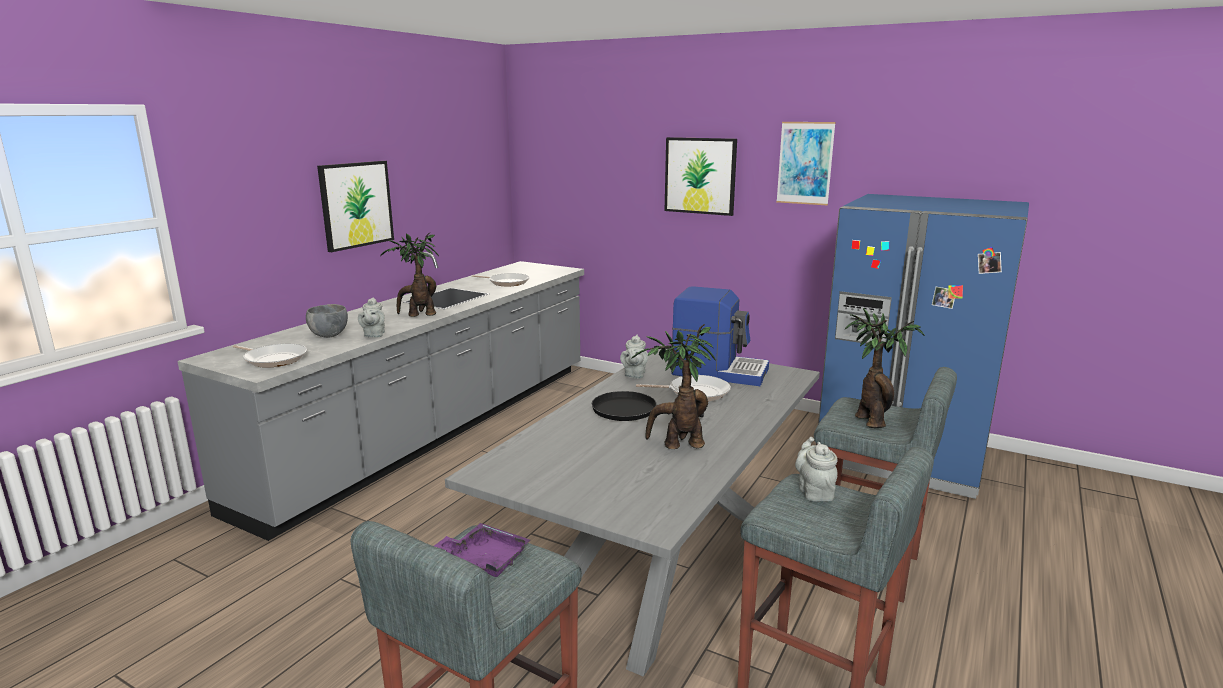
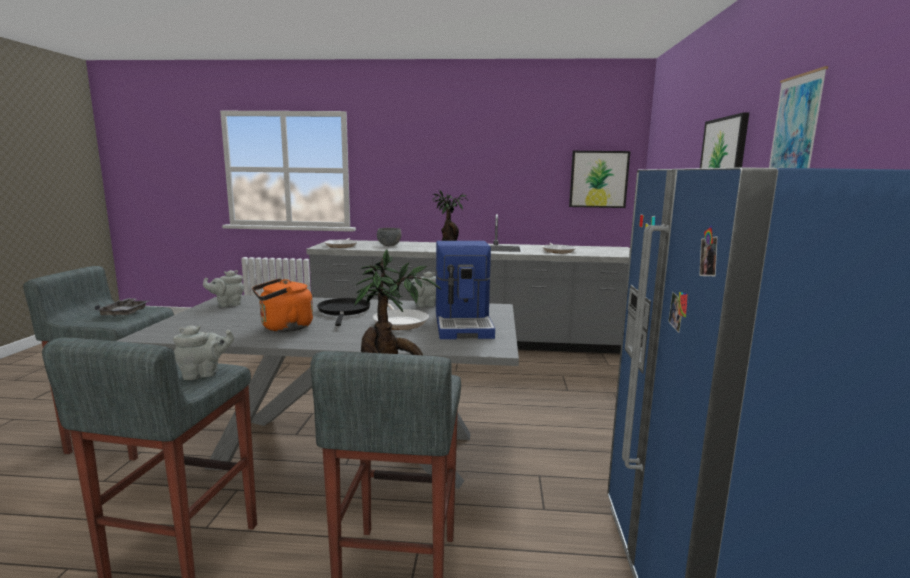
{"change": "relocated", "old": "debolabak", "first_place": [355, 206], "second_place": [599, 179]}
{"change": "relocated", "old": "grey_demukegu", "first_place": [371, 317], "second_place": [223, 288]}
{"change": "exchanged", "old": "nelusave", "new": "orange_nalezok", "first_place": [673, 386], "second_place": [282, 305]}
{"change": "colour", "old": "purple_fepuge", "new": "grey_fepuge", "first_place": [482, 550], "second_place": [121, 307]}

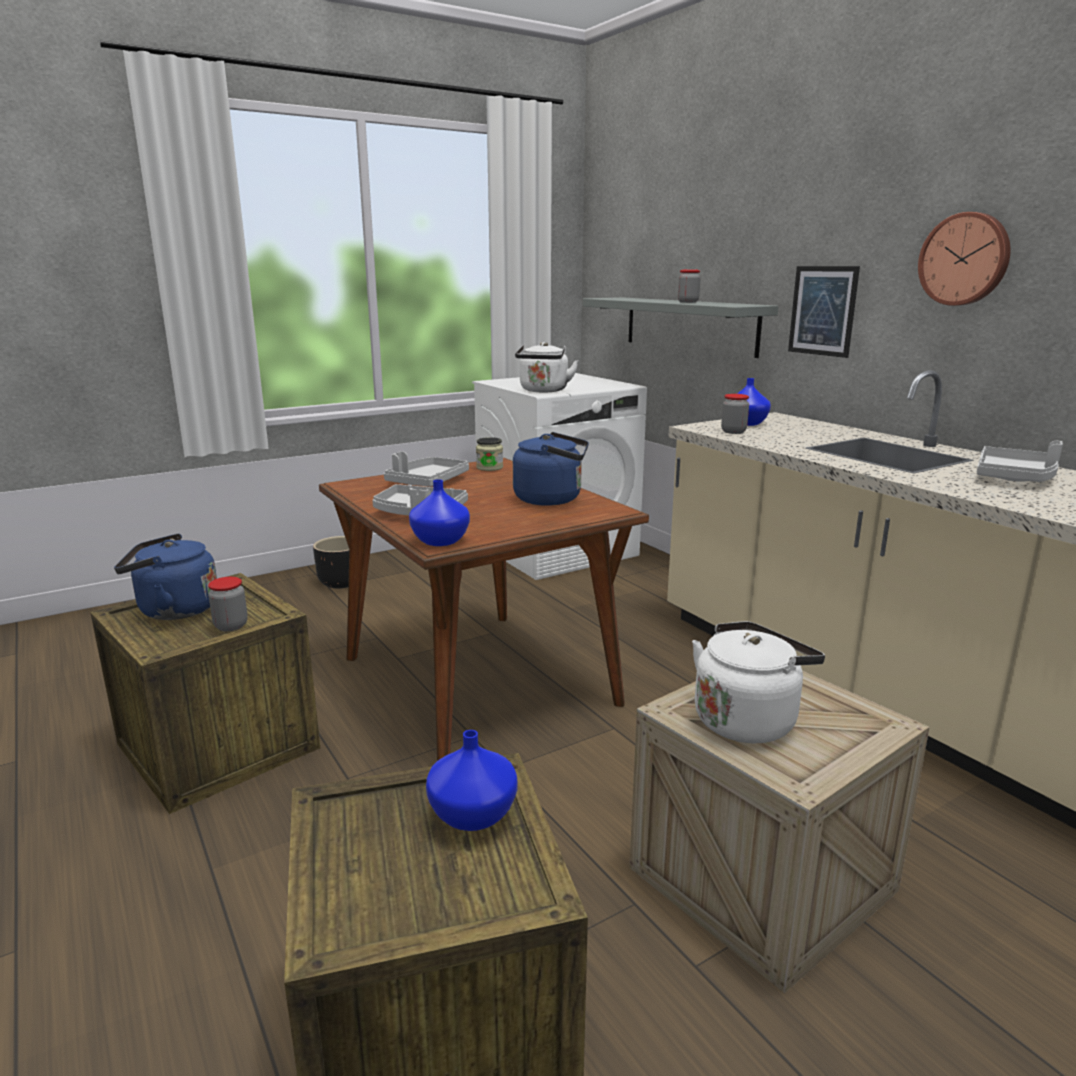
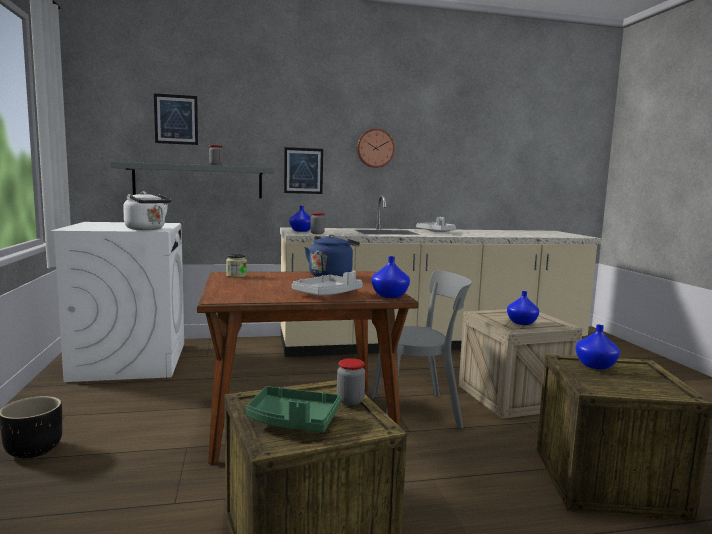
{"change": "missing", "old": "grey_fepuge", "first_place": [426, 469]}
{"change": "exchanged", "old": "blue_nalezok", "new": "green_fepuge", "first_place": [165, 577], "second_place": [293, 409]}
{"change": "exchanged", "old": "white_nalezok", "new": "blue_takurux", "first_place": [758, 682], "second_place": [523, 308]}
{"change": "appeared", "new": "debolabak", "second_place": [176, 119]}
{"change": "appeared", "new": "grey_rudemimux", "second_place": [421, 349]}

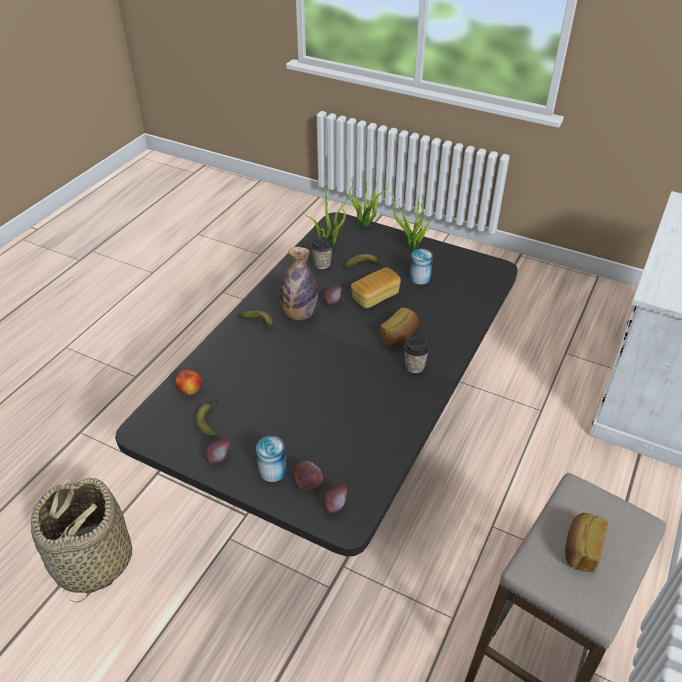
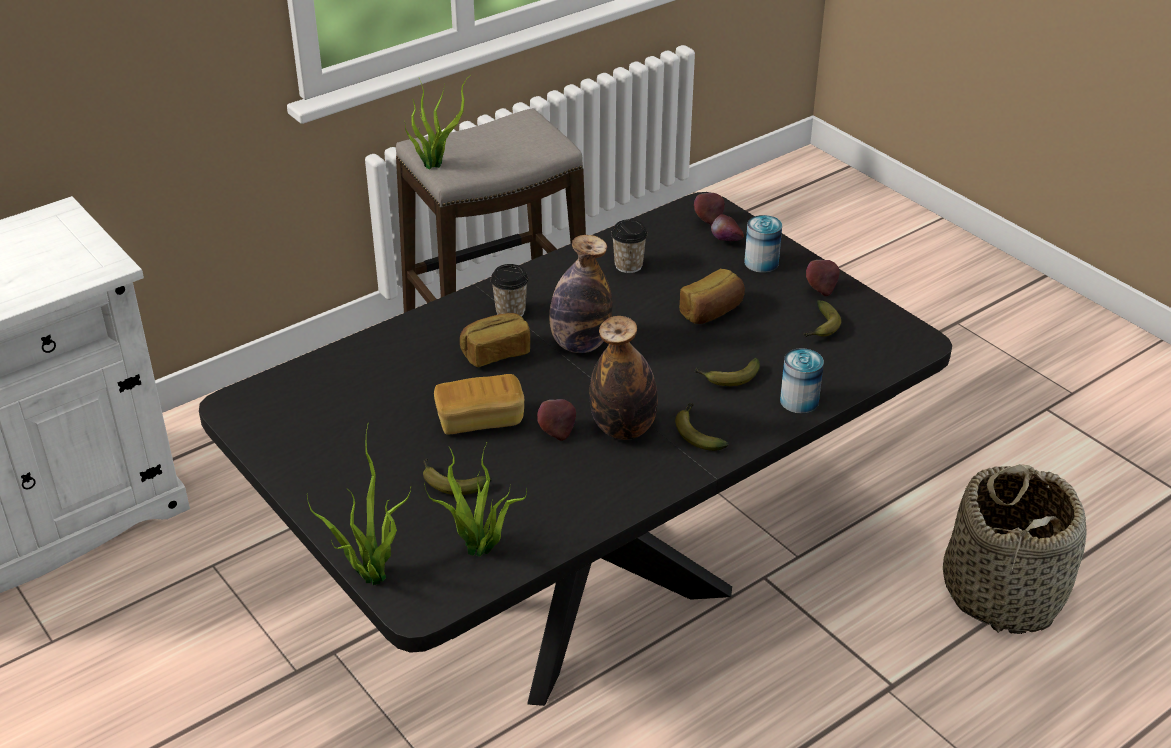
{"change": "relocated", "old": "nelusave", "first_place": [411, 221], "second_place": [435, 123]}
{"change": "relocated", "old": "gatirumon", "first_place": [322, 252], "second_place": [629, 246]}
{"change": "relocated", "old": "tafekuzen", "first_place": [421, 267], "second_place": [802, 381]}
{"change": "missing", "old": "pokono", "first_place": [188, 382]}
{"change": "relocated", "old": "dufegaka", "first_place": [586, 542], "second_place": [712, 296]}
{"change": "appeared", "new": "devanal", "second_place": [580, 294]}
{"change": "appeared", "new": "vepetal", "second_place": [727, 372]}

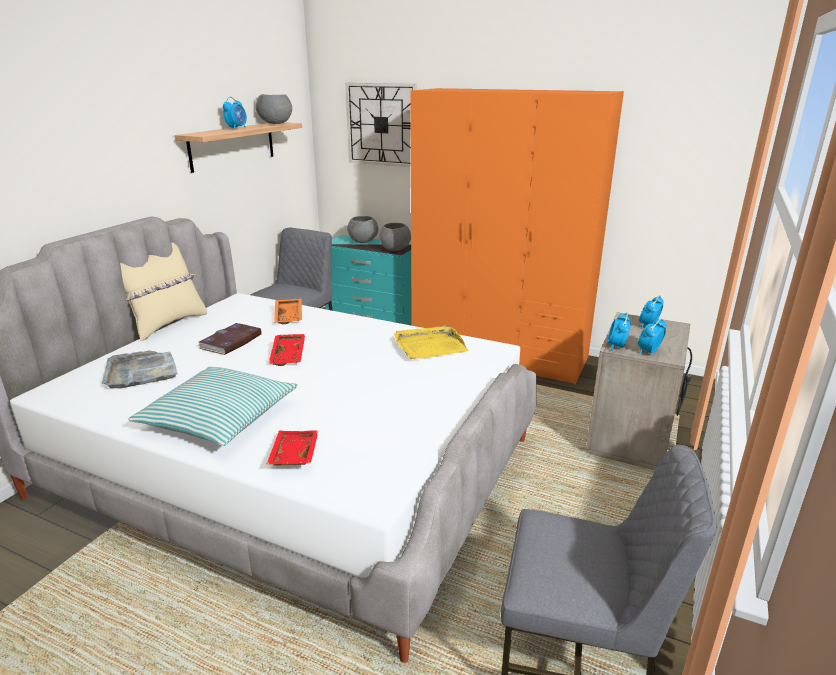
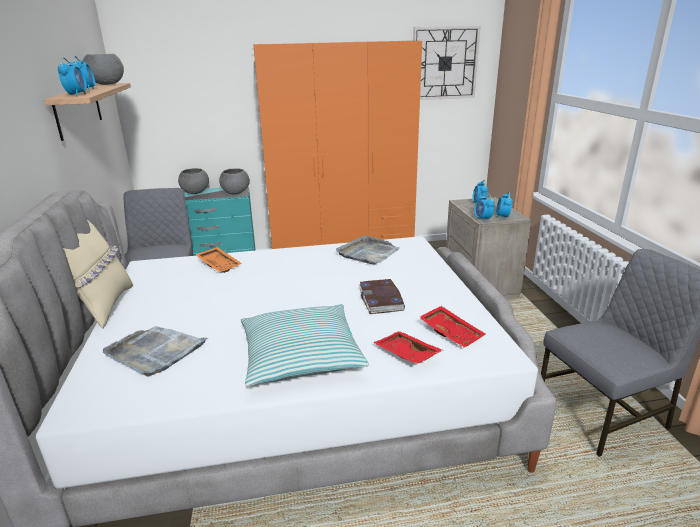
{"change": "relocated", "old": "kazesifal", "first_place": [381, 125], "second_place": [447, 63]}
{"change": "relocated", "old": "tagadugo", "first_place": [230, 339], "second_place": [382, 296]}
{"change": "colour", "old": "yellow_fepuge", "new": "grey_fepuge", "first_place": [431, 342], "second_place": [368, 250]}
{"change": "relocated", "old": "red_fepuge", "first_place": [286, 350], "second_place": [452, 327]}
{"change": "appeared", "new": "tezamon", "second_place": [72, 76]}

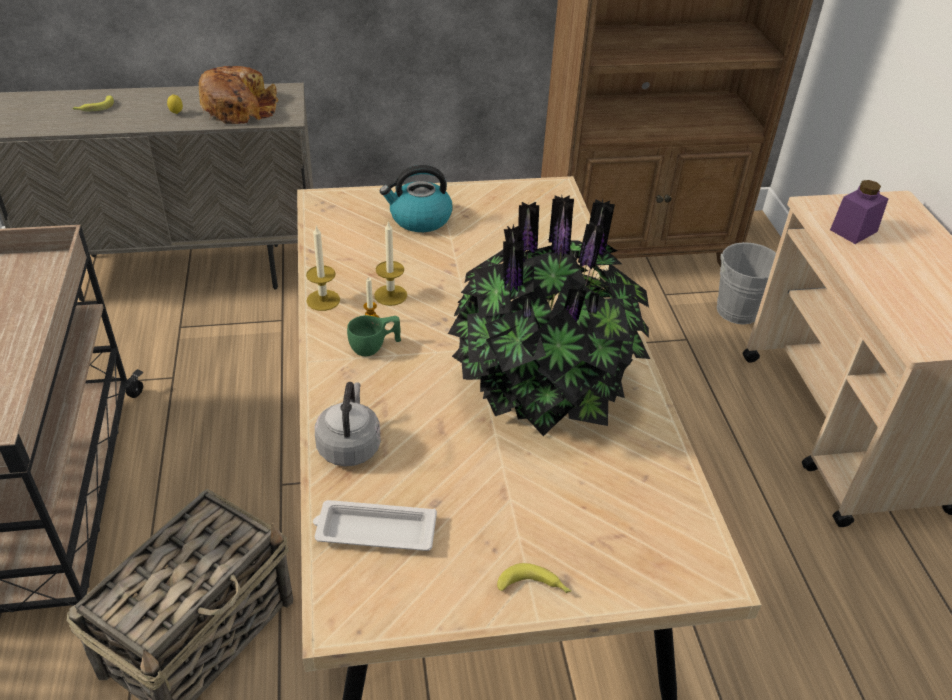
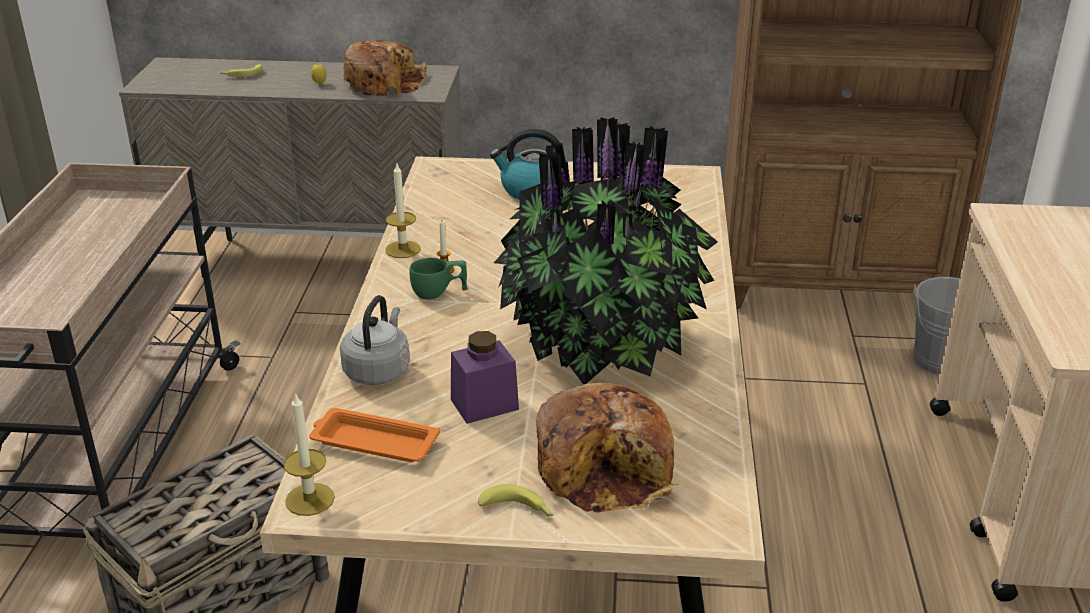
{"change": "relocated", "old": "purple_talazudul", "first_place": [859, 212], "second_place": [485, 377]}
{"change": "relocated", "old": "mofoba", "first_place": [390, 263], "second_place": [309, 454]}
{"change": "colour", "old": "white_fepuge", "new": "orange_fepuge", "first_place": [375, 525], "second_place": [374, 435]}
{"change": "appeared", "new": "dufegaka", "second_place": [607, 448]}

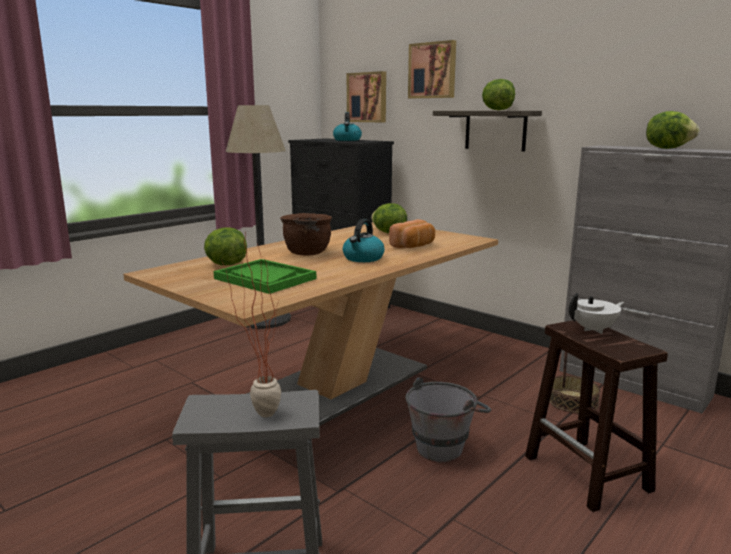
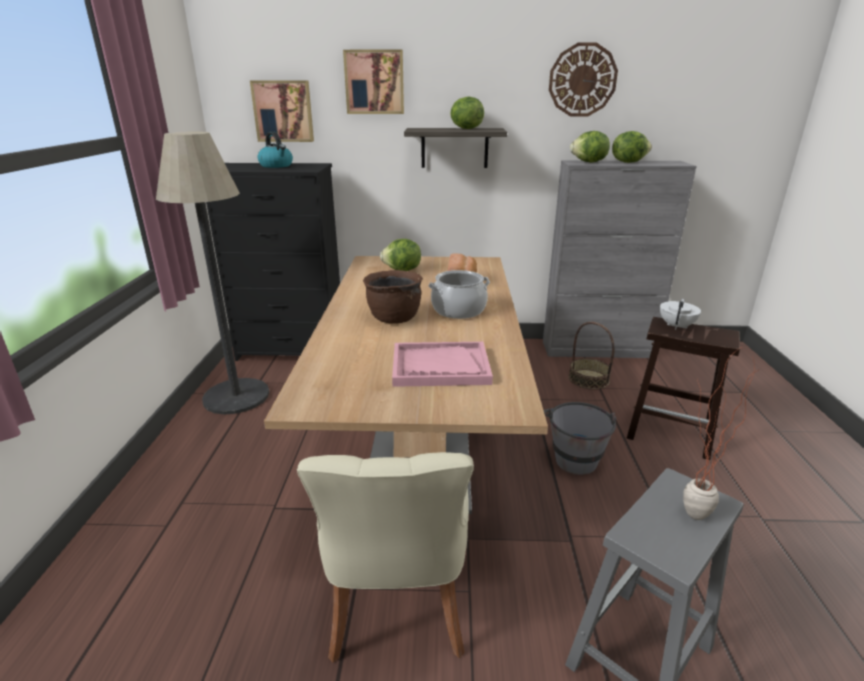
{"change": "exchanged", "old": "nalezok", "new": "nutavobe", "first_place": [363, 240], "second_place": [459, 294]}
{"change": "relocated", "old": "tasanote", "first_place": [225, 246], "second_place": [590, 146]}
{"change": "colour", "old": "green_fepuge", "new": "pink_fepuge", "first_place": [264, 276], "second_place": [442, 364]}
{"change": "appeared", "new": "kazesifal", "second_place": [583, 79]}
{"change": "appeared", "new": "beige_rudemimux", "second_place": [385, 557]}

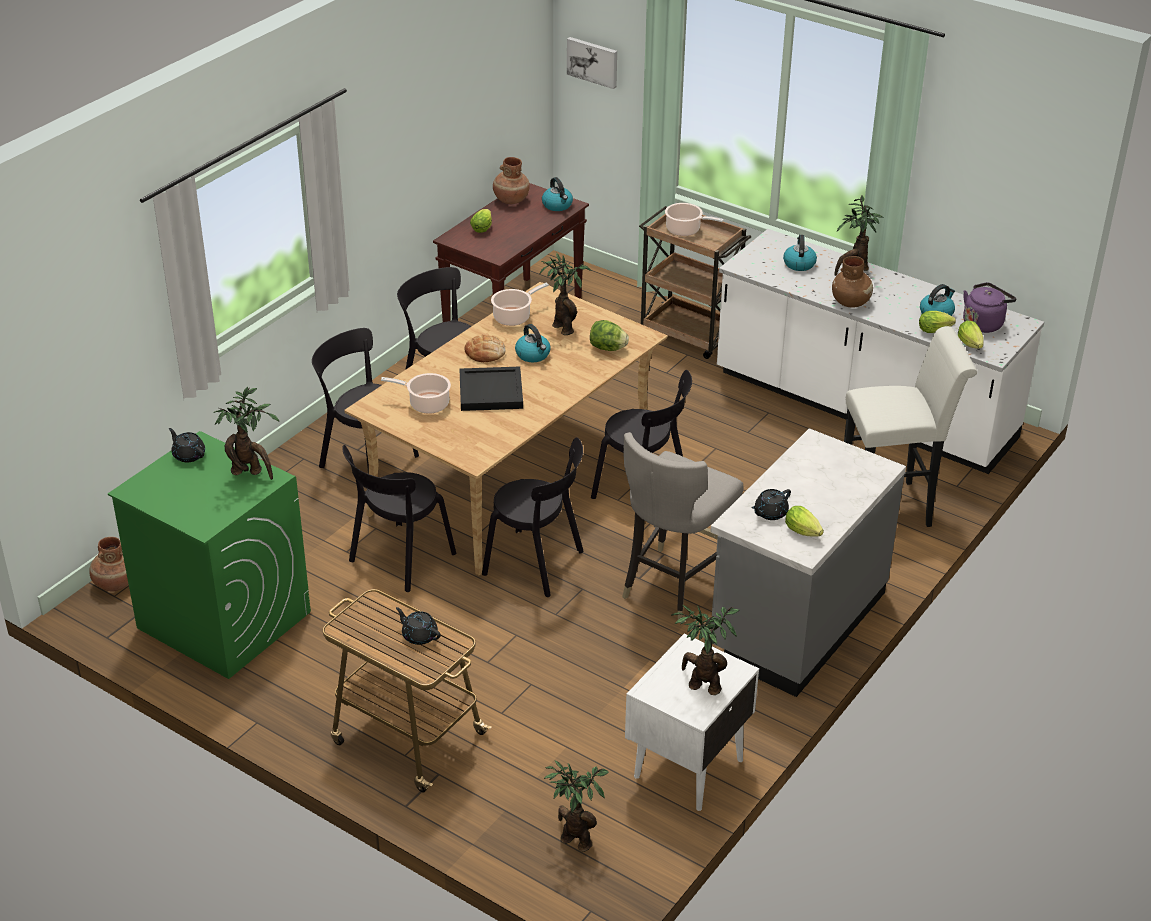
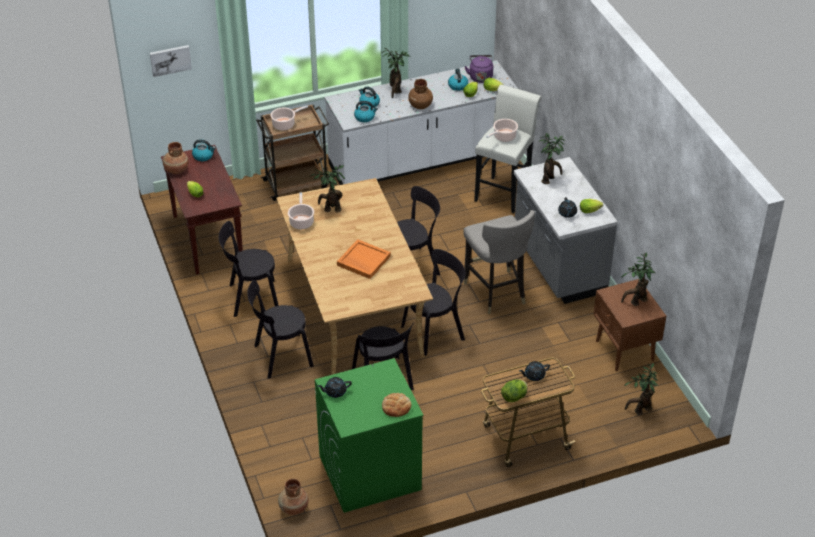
{"change": "relocated", "old": "tasanote", "first_place": [609, 335], "second_place": [514, 391]}
{"change": "relocated", "old": "nalezok", "first_place": [533, 343], "second_place": [366, 111]}
{"change": "relocated", "old": "dufegaka", "first_place": [485, 348], "second_place": [397, 405]}
{"change": "colour", "old": "black_fepuge", "new": "orange_fepuge", "first_place": [491, 389], "second_place": [364, 259]}
{"change": "relocated", "old": "nutavobe", "first_place": [416, 393], "second_place": [502, 130]}
{"change": "relocated", "old": "nelusave", "first_place": [246, 433], "second_place": [552, 158]}
{"change": "colour", "old": "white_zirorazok", "new": "brown_zirorazok", "first_place": [692, 722], "second_place": [630, 325]}

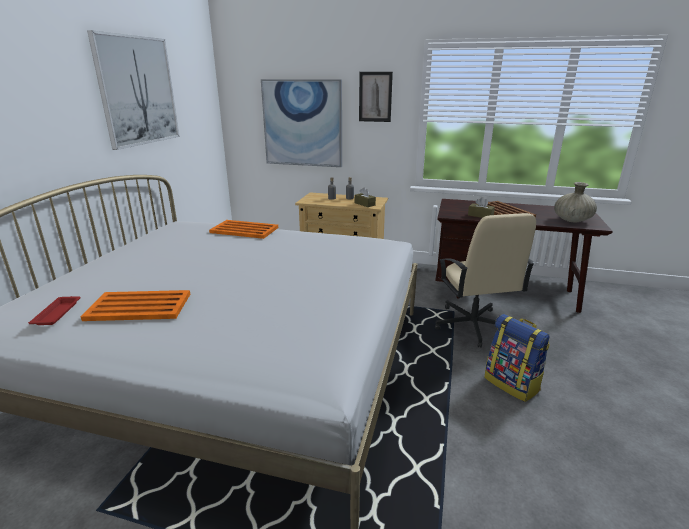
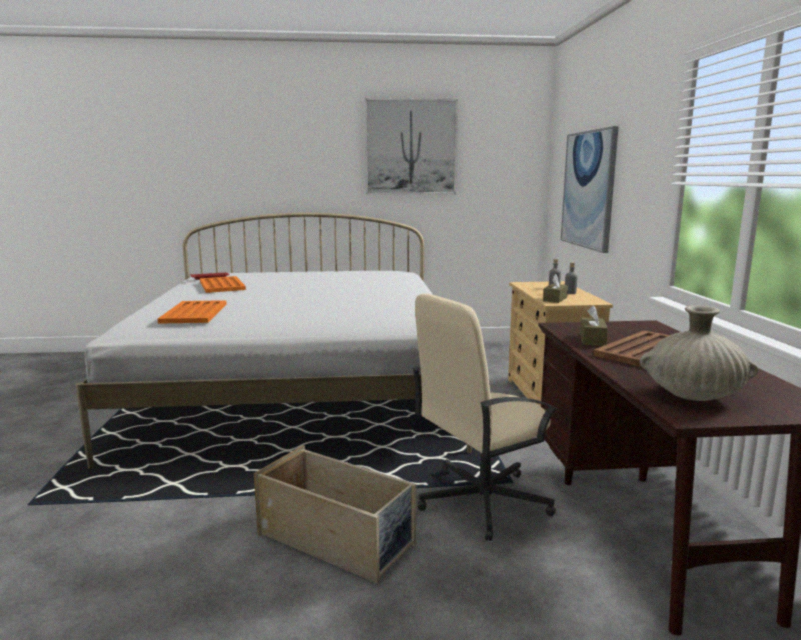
{"change": "missing", "old": "debolabak", "first_place": [376, 97]}
{"change": "relocated", "old": "orange_fepuge", "first_place": [243, 229], "second_place": [192, 312]}
{"change": "exchanged", "old": "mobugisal", "new": "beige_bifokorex", "first_place": [517, 358], "second_place": [335, 514]}

